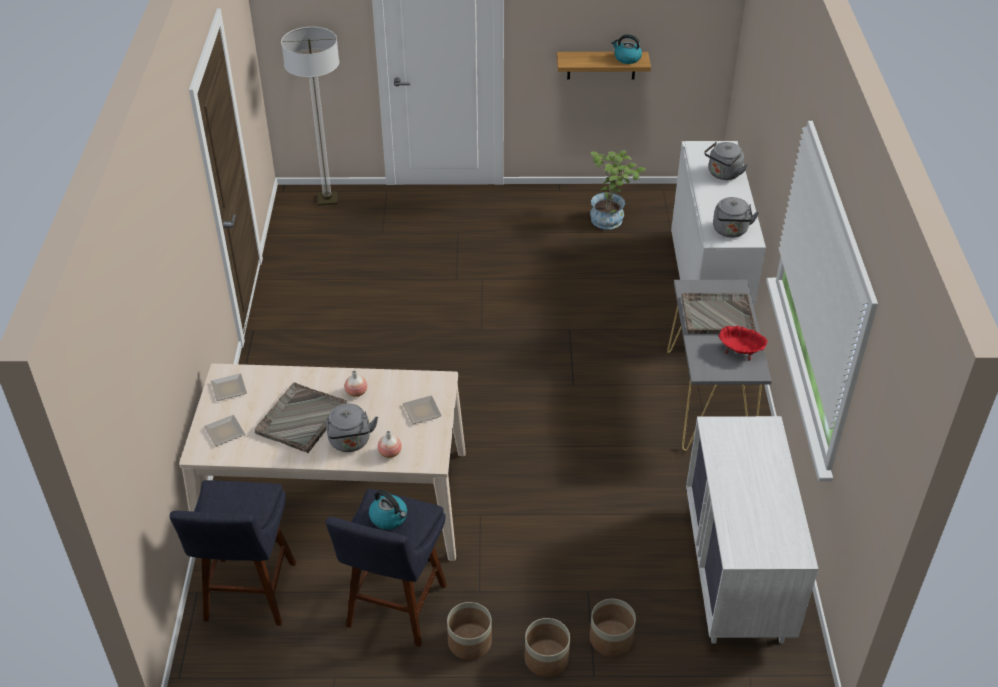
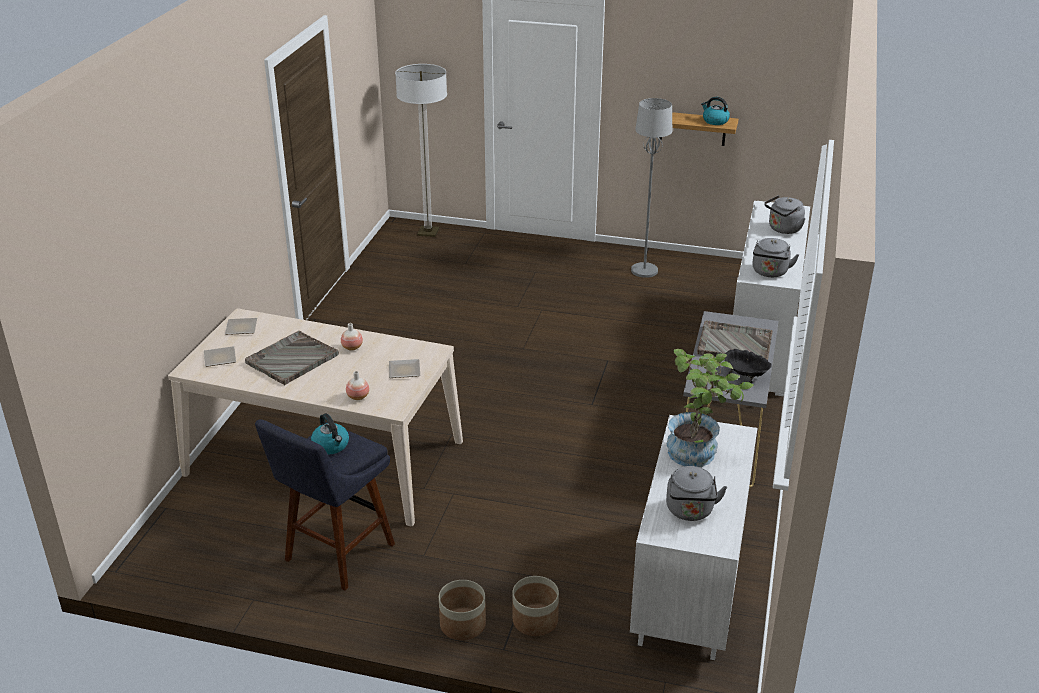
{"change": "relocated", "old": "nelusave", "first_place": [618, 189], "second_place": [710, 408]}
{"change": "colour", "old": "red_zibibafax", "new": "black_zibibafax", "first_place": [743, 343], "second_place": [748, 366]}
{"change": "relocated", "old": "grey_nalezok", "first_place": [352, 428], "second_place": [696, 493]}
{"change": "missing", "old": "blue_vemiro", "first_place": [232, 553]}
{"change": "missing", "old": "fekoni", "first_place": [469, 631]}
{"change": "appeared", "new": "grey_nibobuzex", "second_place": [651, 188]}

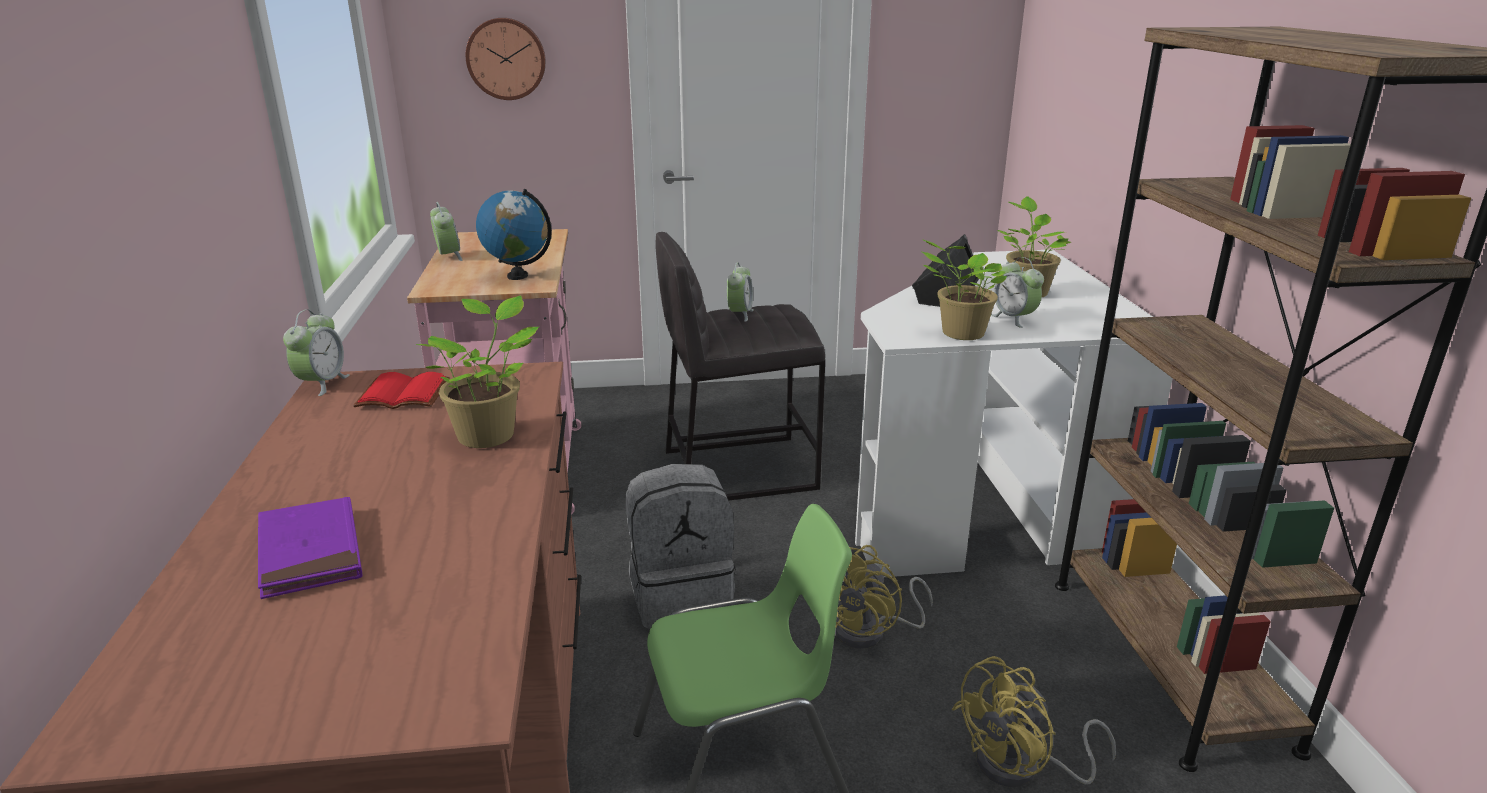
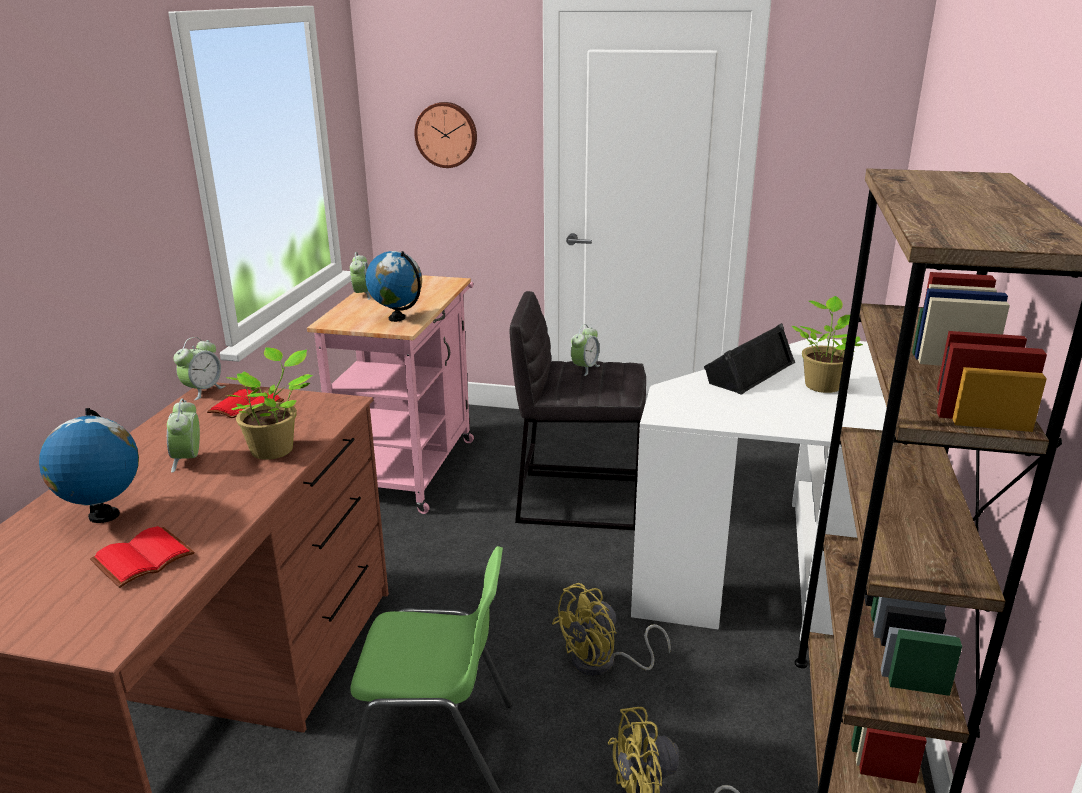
{"change": "missing", "old": "nelusave", "first_place": [964, 289]}
{"change": "relocated", "old": "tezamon", "first_place": [1017, 292], "second_place": [183, 435]}
{"change": "missing", "old": "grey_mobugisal", "first_place": [681, 546]}
{"change": "exchanged", "old": "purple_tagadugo", "new": "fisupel", "first_place": [310, 548], "second_place": [89, 465]}
{"change": "appeared", "new": "red_tagadugo", "second_place": [142, 557]}

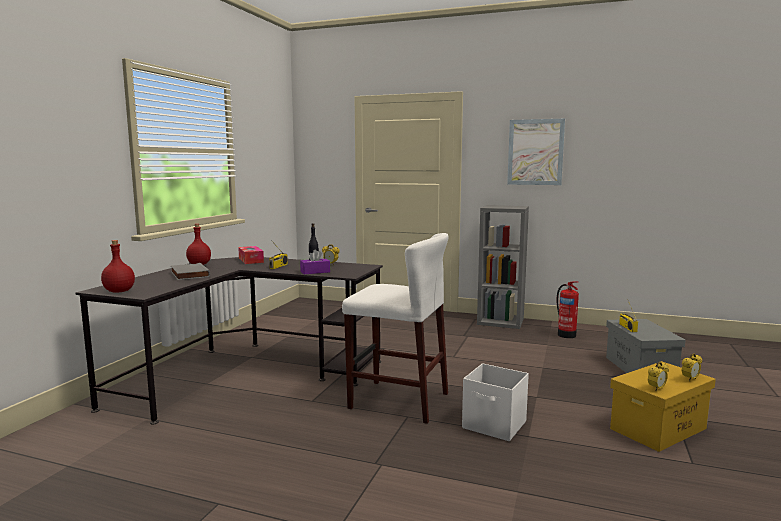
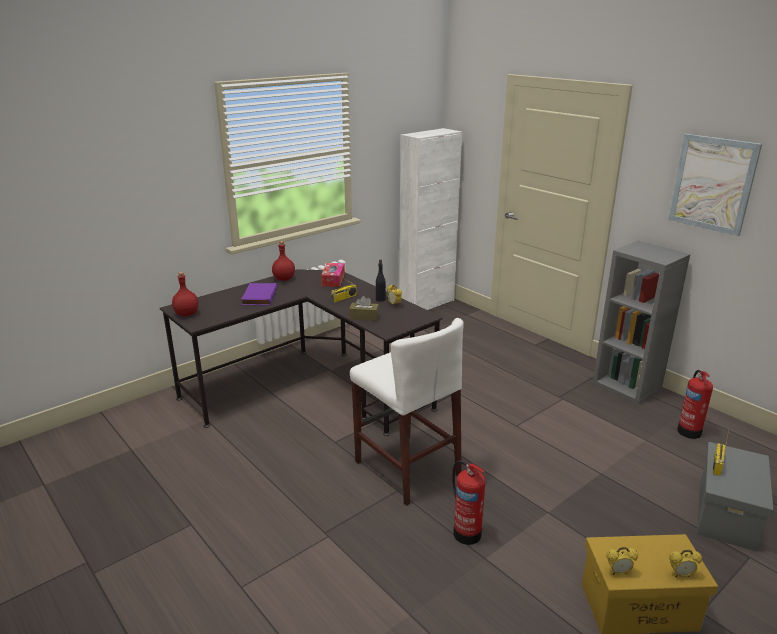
{"change": "colour", "old": "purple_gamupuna", "new": "brown_gamupuna", "first_place": [315, 262], "second_place": [364, 308]}
{"change": "colour", "old": "grey_tagadugo", "new": "purple_tagadugo", "first_place": [190, 271], "second_place": [259, 294]}
{"change": "exchanged", "old": "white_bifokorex", "new": "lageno", "first_place": [495, 402], "second_place": [468, 502]}
{"change": "appeared", "new": "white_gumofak", "second_place": [430, 219]}

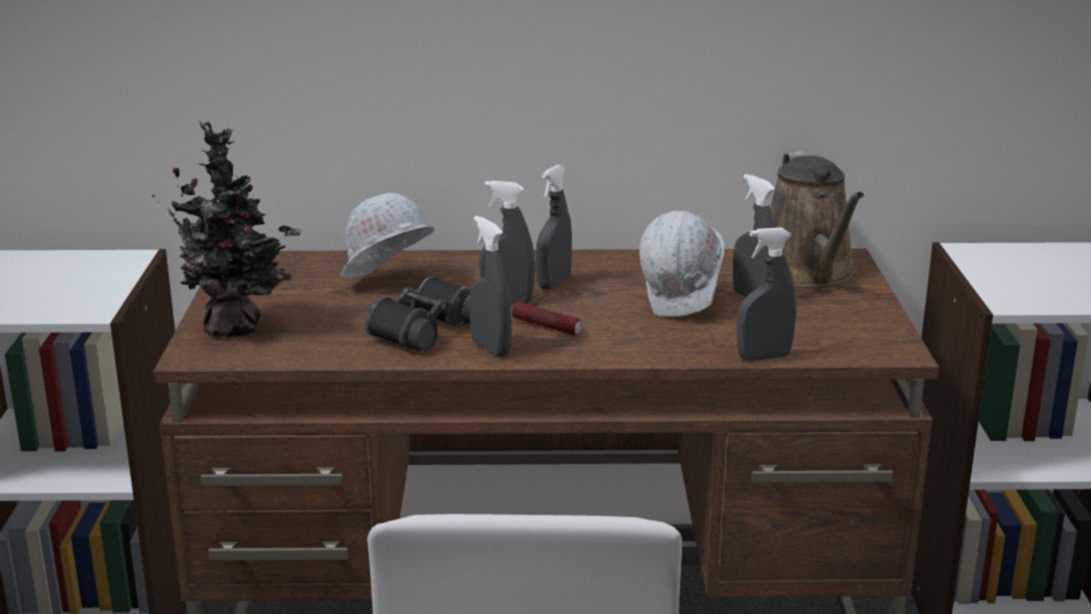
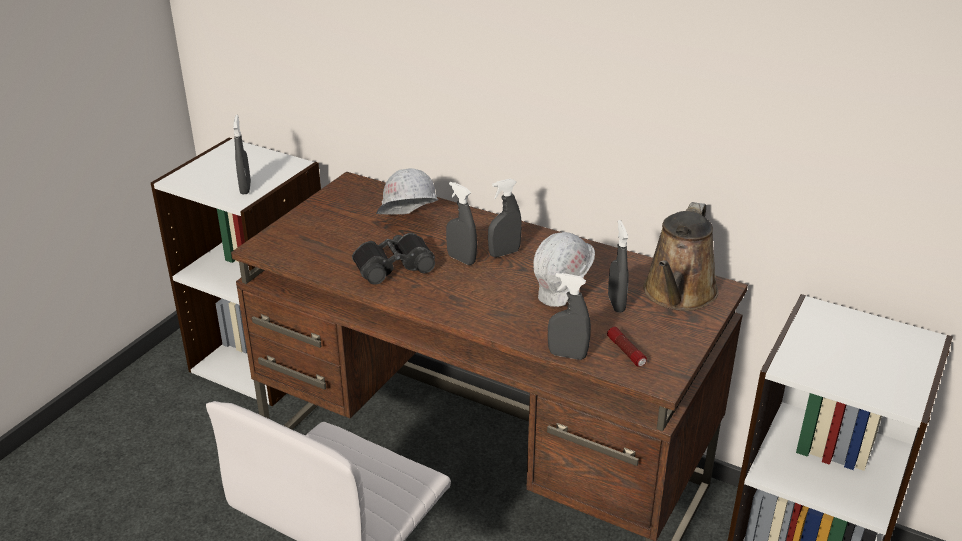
{"change": "missing", "old": "nelusave", "first_place": [226, 229]}
{"change": "relocated", "old": "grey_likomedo", "first_place": [490, 286], "second_place": [242, 154]}
{"change": "relocated", "old": "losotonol", "first_place": [547, 318], "second_place": [627, 347]}

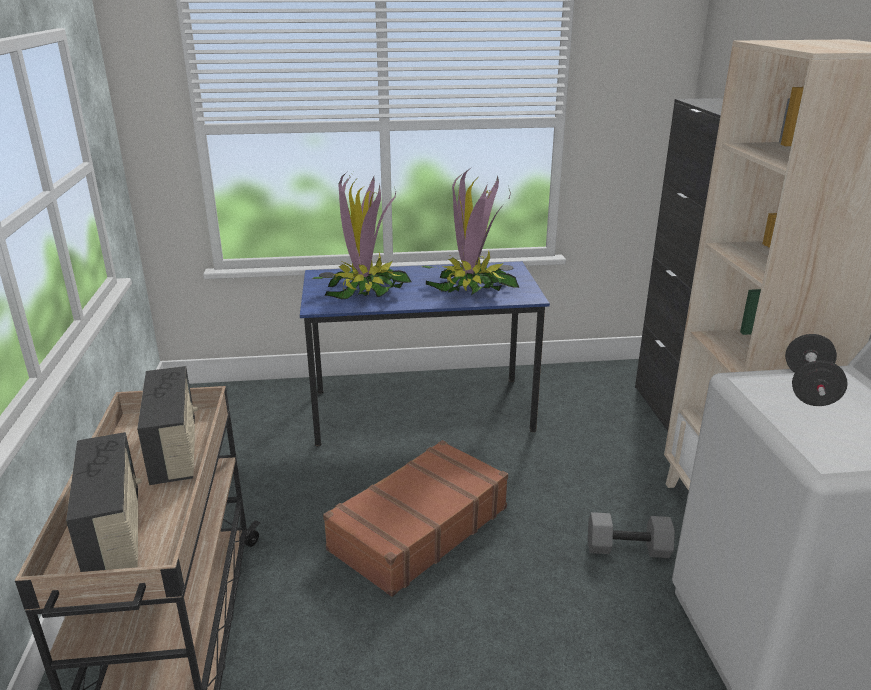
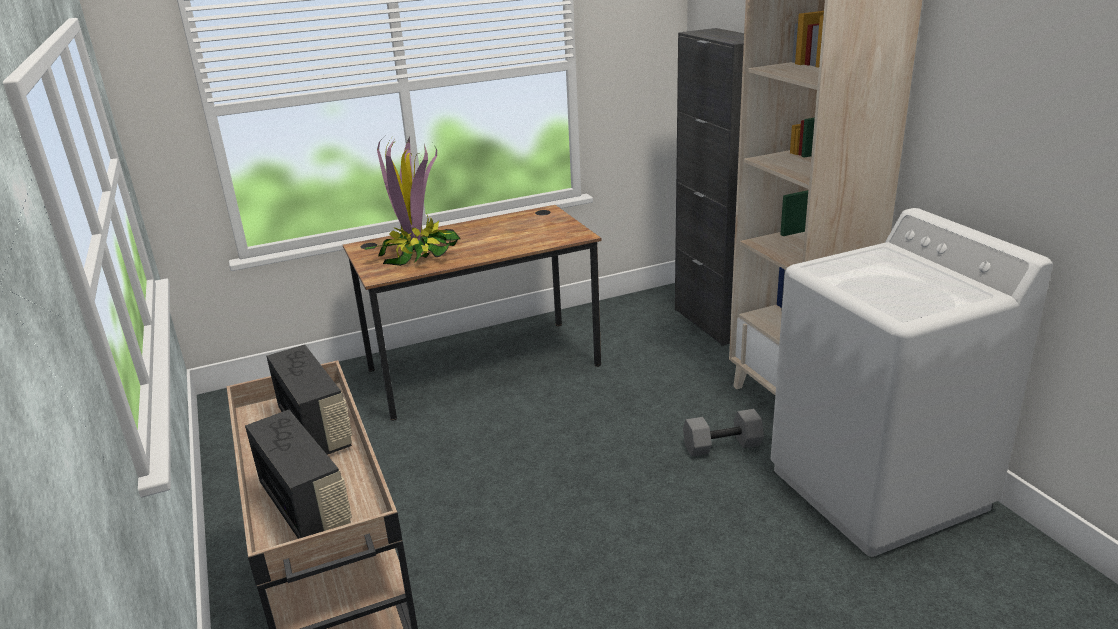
{"change": "missing", "old": "nelusave", "first_place": [470, 232]}
{"change": "colour", "old": "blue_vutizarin", "new": "brown_vutizarin", "first_place": [425, 353], "second_place": [472, 313]}
{"change": "missing", "old": "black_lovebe", "first_place": [816, 370]}
{"change": "missing", "old": "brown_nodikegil", "first_place": [415, 518]}

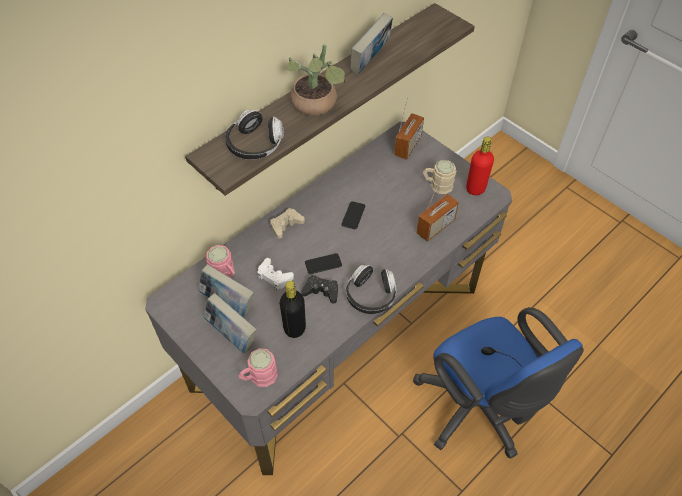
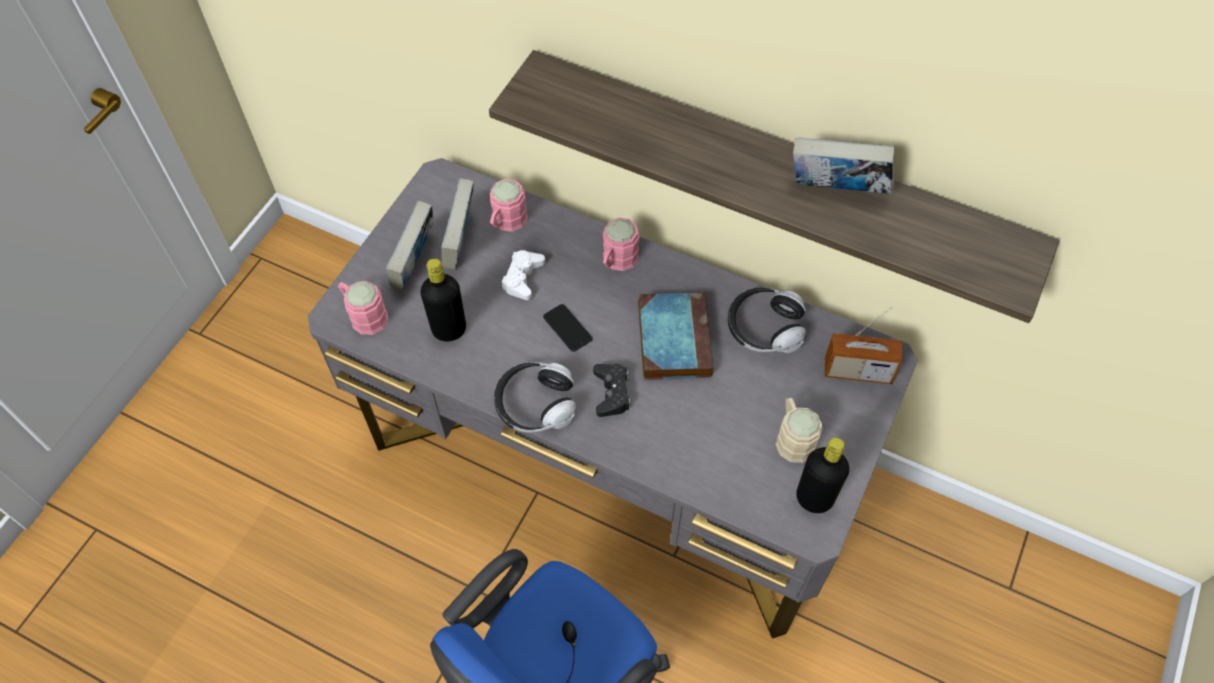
{"change": "missing", "old": "nelusave", "first_place": [315, 80]}
{"change": "relocated", "old": "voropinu", "first_place": [254, 135], "second_place": [767, 320]}
{"change": "colour", "old": "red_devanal", "new": "black_devanal", "first_place": [480, 166], "second_place": [822, 475]}
{"change": "missing", "old": "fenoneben", "first_place": [437, 210]}
{"change": "exchanged", "old": "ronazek", "new": "tagadugo", "first_place": [353, 215], "second_place": [676, 336]}
{"change": "exchanged", "old": "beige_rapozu", "new": "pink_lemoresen", "first_place": [287, 223], "second_place": [621, 244]}
{"change": "relocated", "old": "black_rapozu", "first_place": [319, 289], "second_place": [612, 390]}

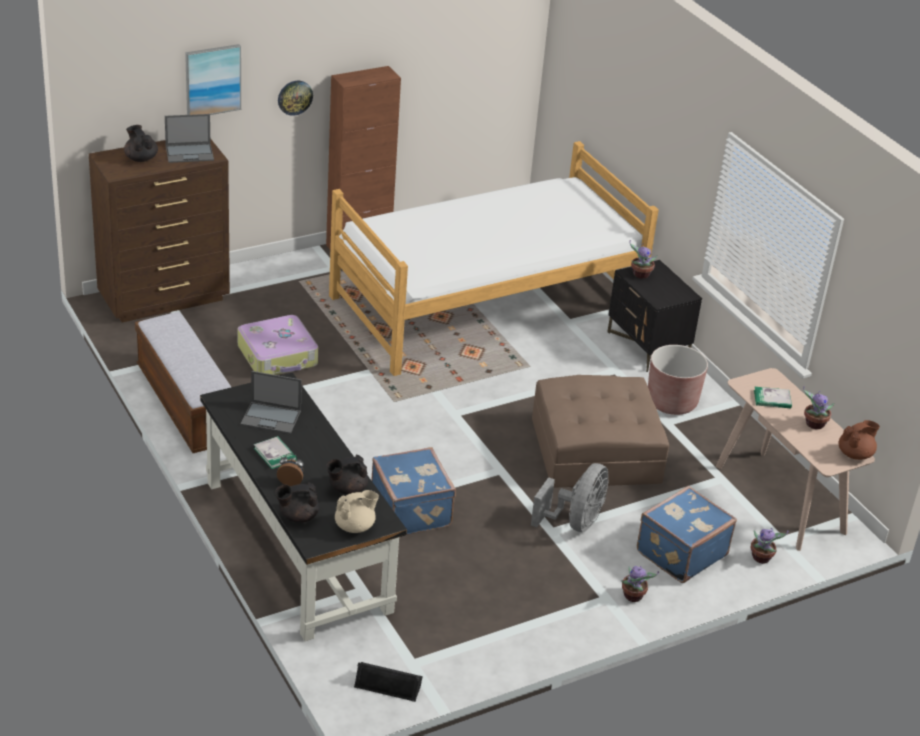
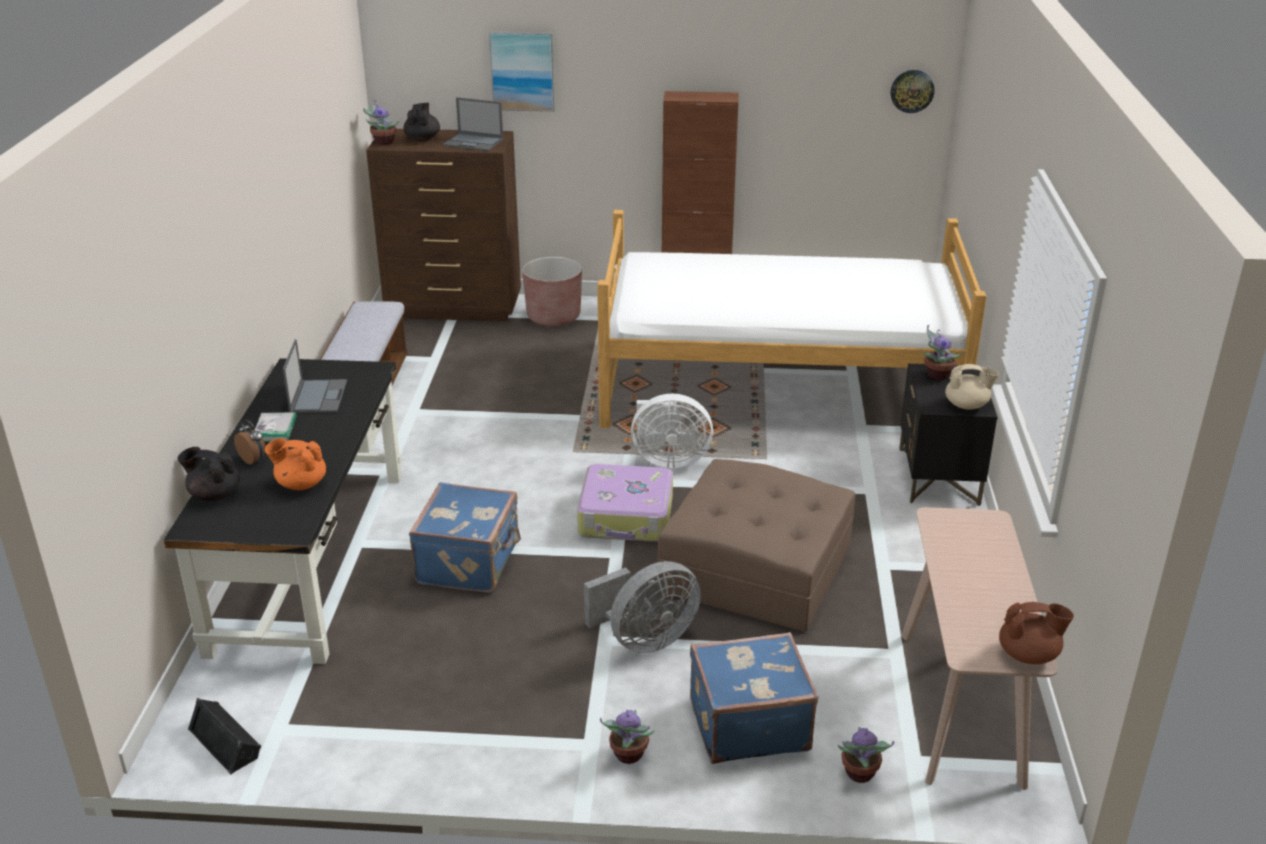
{"change": "relocated", "old": "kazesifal", "first_place": [295, 98], "second_place": [913, 91]}
{"change": "relocated", "old": "nodikegil", "first_place": [278, 345], "second_place": [625, 503]}
{"change": "relocated", "old": "brown_fekoni", "first_place": [678, 380], "second_place": [552, 291]}
{"change": "spun", "old": "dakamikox", "first_place": [271, 402], "second_place": [315, 376], "degrees": -135}
{"change": "relocated", "old": "nelusave", "first_place": [819, 407], "second_place": [381, 122]}
{"change": "missing", "old": "tagadugo", "first_place": [773, 397]}
{"change": "colour", "old": "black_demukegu", "new": "orange_demukegu", "first_place": [347, 474], "second_place": [295, 464]}
{"change": "relocated", "old": "beige_demukegu", "first_place": [357, 511], "second_place": [972, 386]}
{"change": "appeared", "new": "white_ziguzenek", "second_place": [672, 431]}

